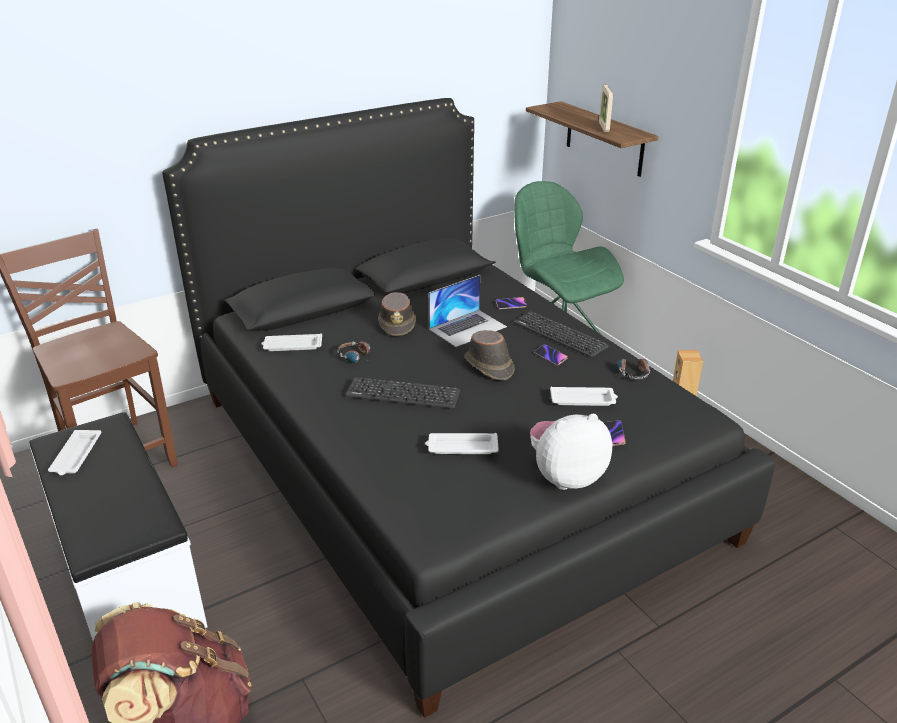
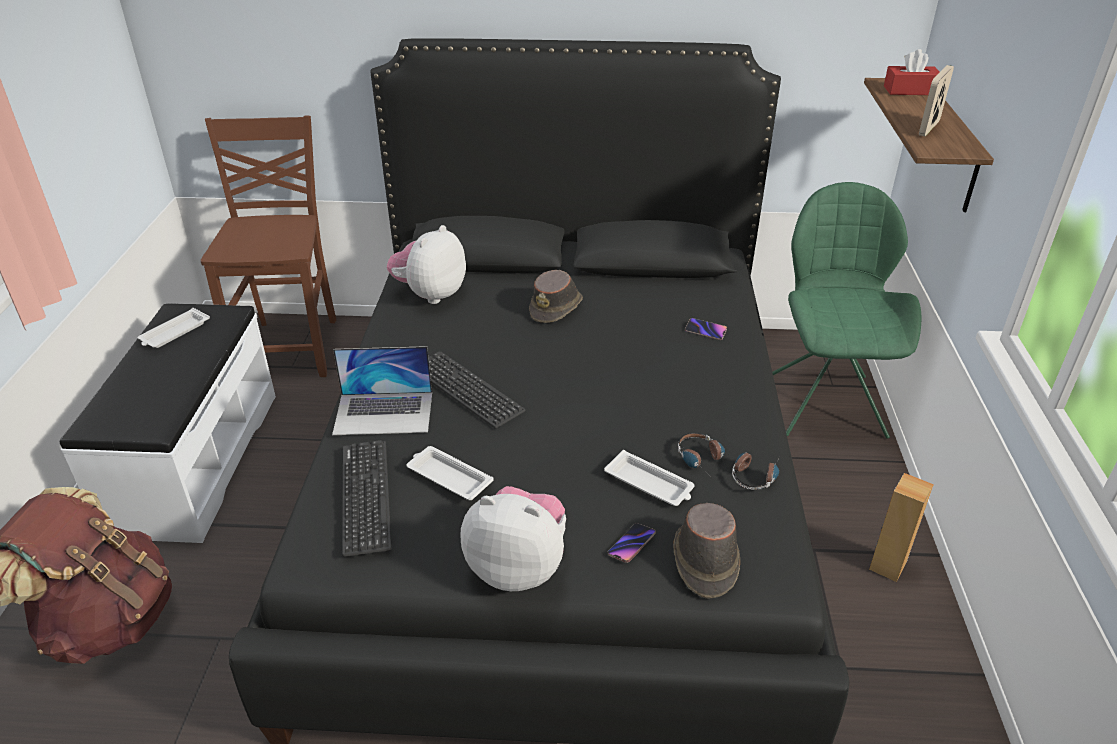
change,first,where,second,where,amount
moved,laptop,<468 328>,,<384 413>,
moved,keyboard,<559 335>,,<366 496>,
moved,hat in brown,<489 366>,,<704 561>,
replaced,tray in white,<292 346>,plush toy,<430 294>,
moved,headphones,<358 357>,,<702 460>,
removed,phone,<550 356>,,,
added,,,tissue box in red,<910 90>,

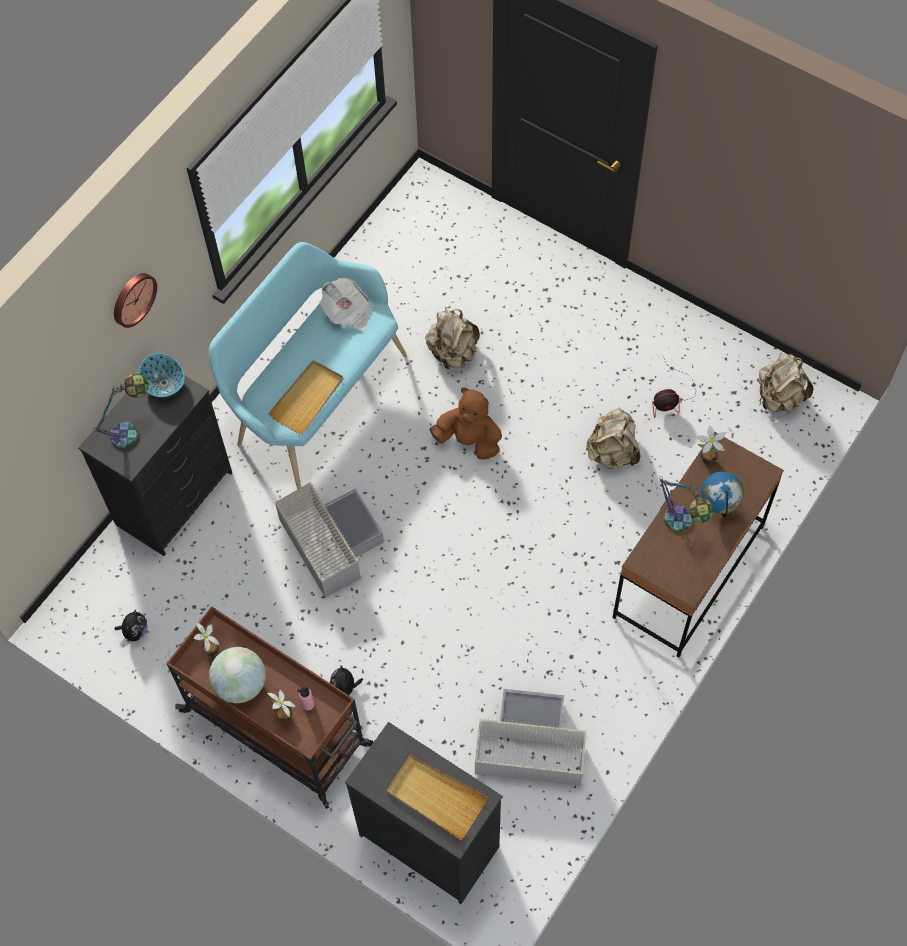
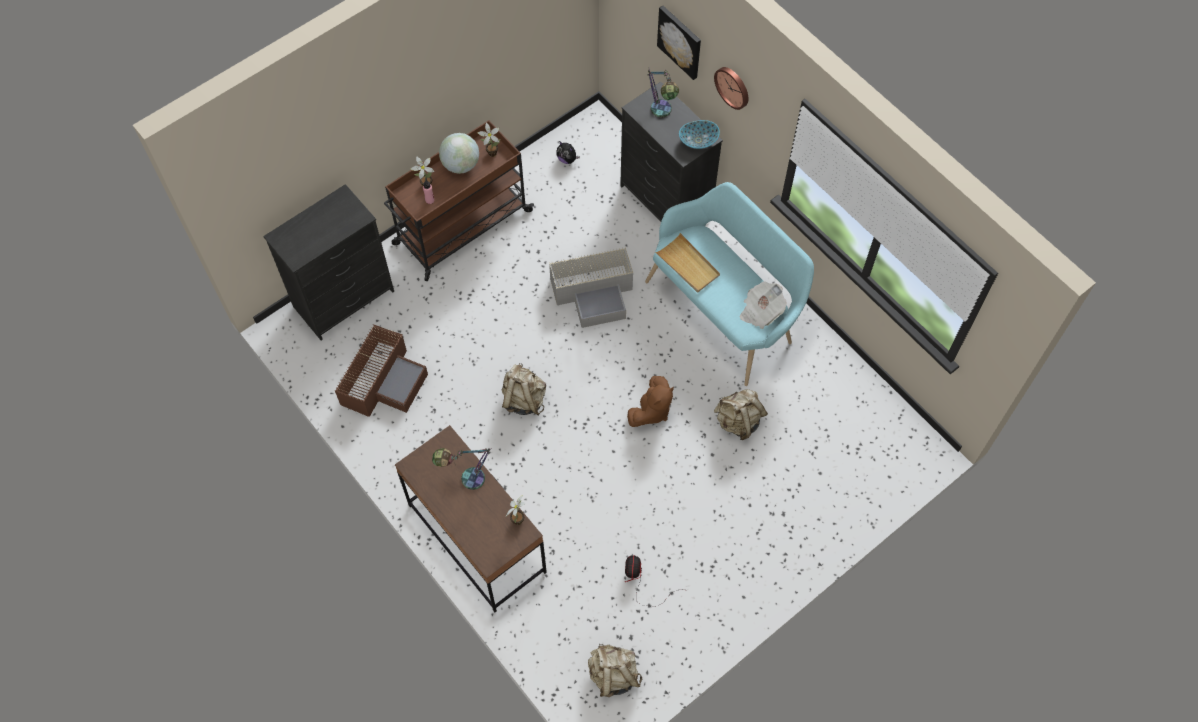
change,first,where,second,where,amount
moved,backpack in beige,<612 452>,,<523 399>,
removed,globe,<718 506>,,,
removed,plush toy,<345 688>,,,
recoloured,storage box in grey,<528 746>,storage box in brown,<383 380>,
removed,tray in beige,<436 797>,,,
added,,,picture,<680 41>,

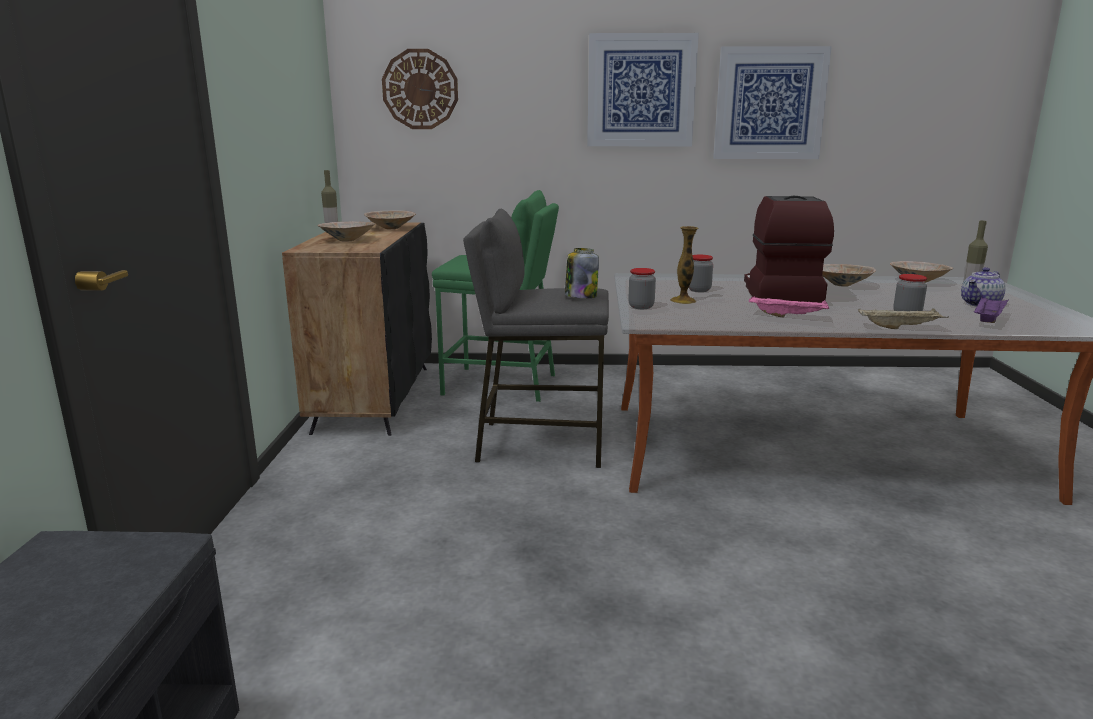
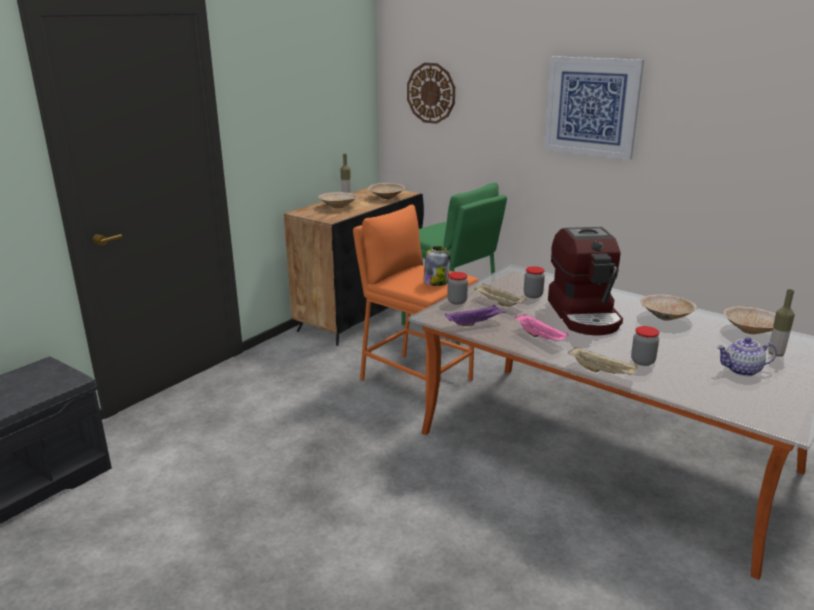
change,first,where,second,where,amount
removed,picture,<770 104>,,,
turned,coffee machine,<779 294>,,<585 315>,135 degrees clockwise
recoloured,stool in grey,<540 443>,stool in orange,<415 379>,
replaced,vase,<683 301>,tray in beige,<498 303>,
moved,tray in purple,<987 320>,,<474 323>,

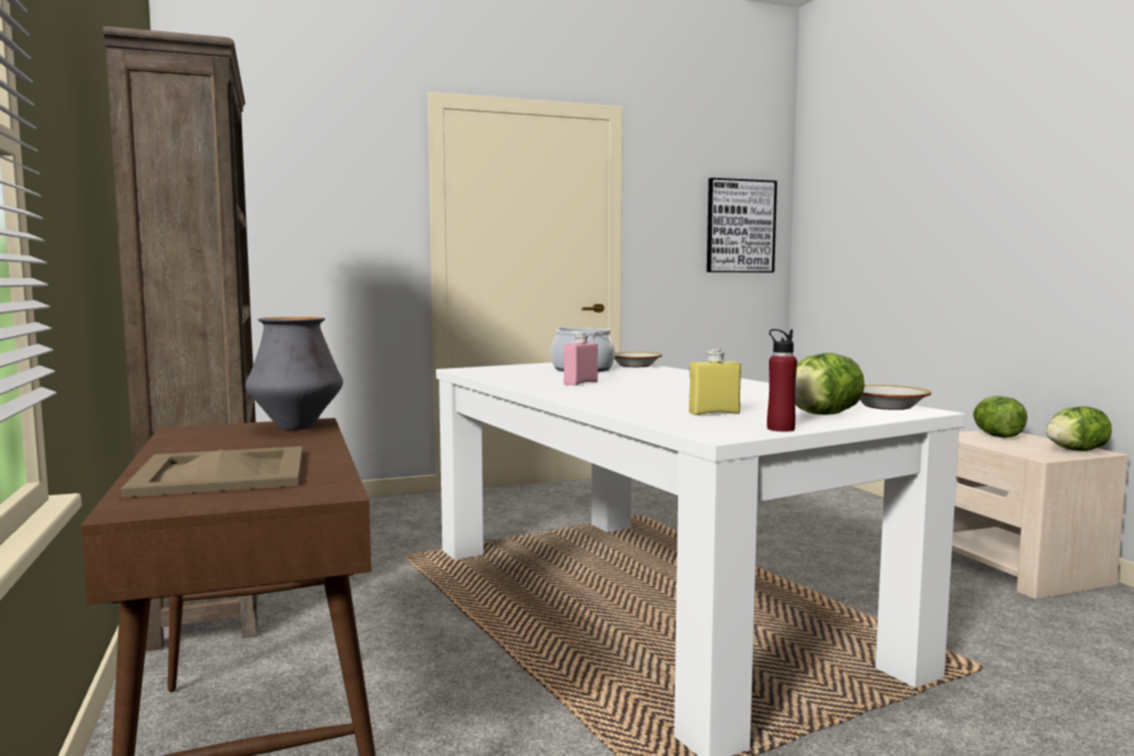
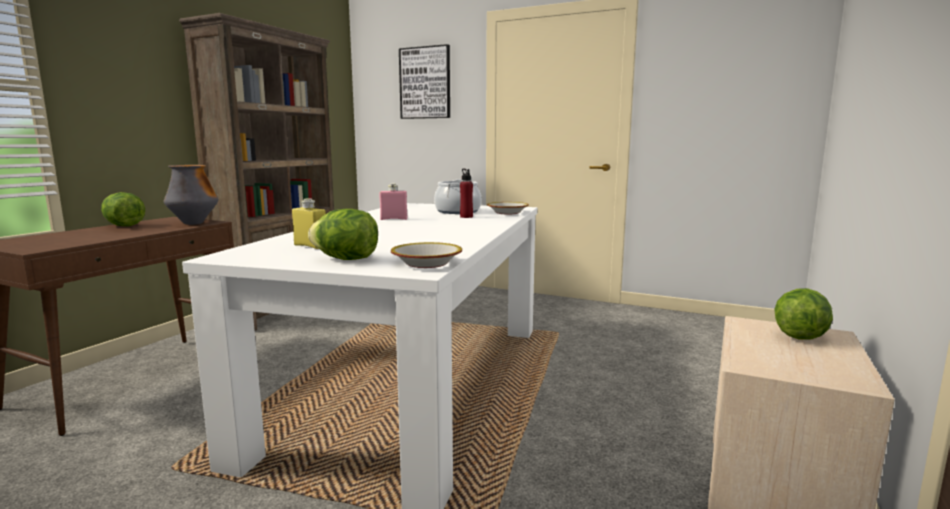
change,first,where,second,where,amount
moved,picture,<740 226>,,<425 83>,
moved,bottle in red,<780 429>,,<466 217>,
moved,lettuce,<1076 450>,,<124 226>,
removed,tray in beige,<223 473>,,,

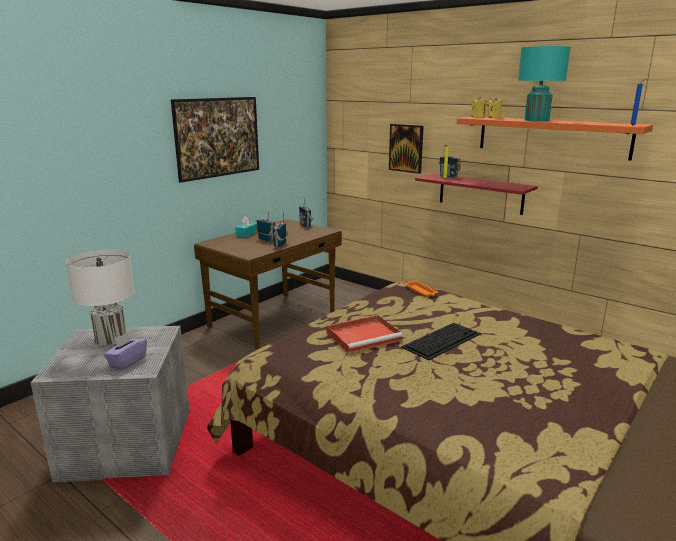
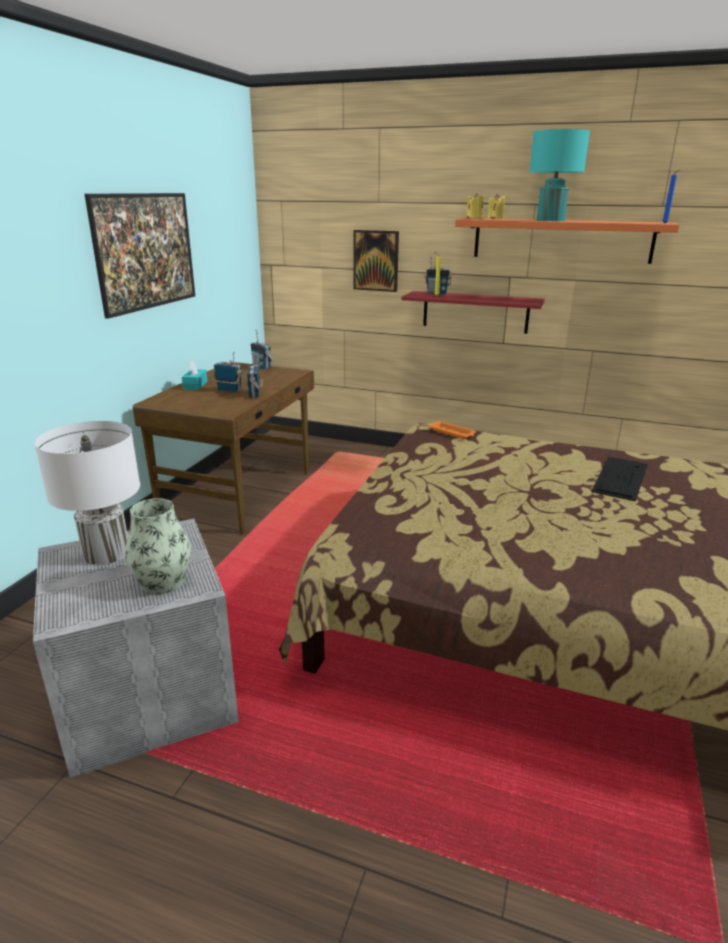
change,first,where,second,where,amount
removed,tray in red,<364 336>,,,
moved,keyboard,<442 340>,,<620 477>,
replaced,tissue box in purple,<127 362>,vase,<163 581>,

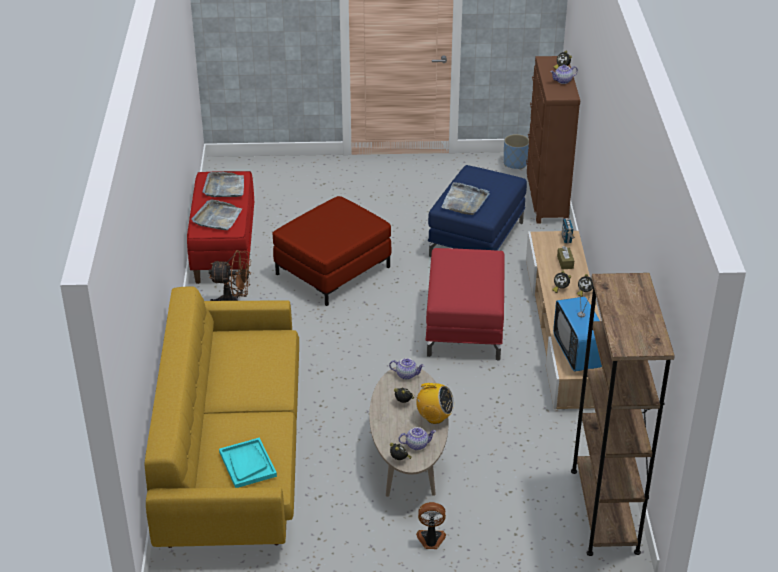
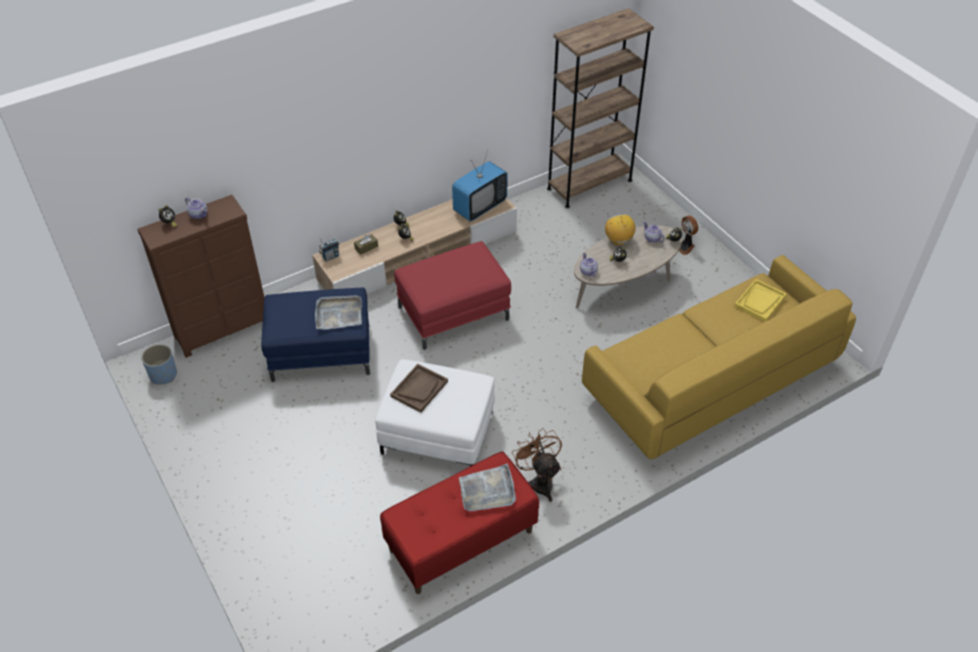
change,first,where,second,where,amount
removed,tray in grey,<224 187>,,,
recoloured,ottoman in red,<333 270>,ottoman in white,<436 433>,
recoloured,tray in turquoise,<247 464>,tray in yellow,<760 301>,
added,,,tray in brown,<419 389>,

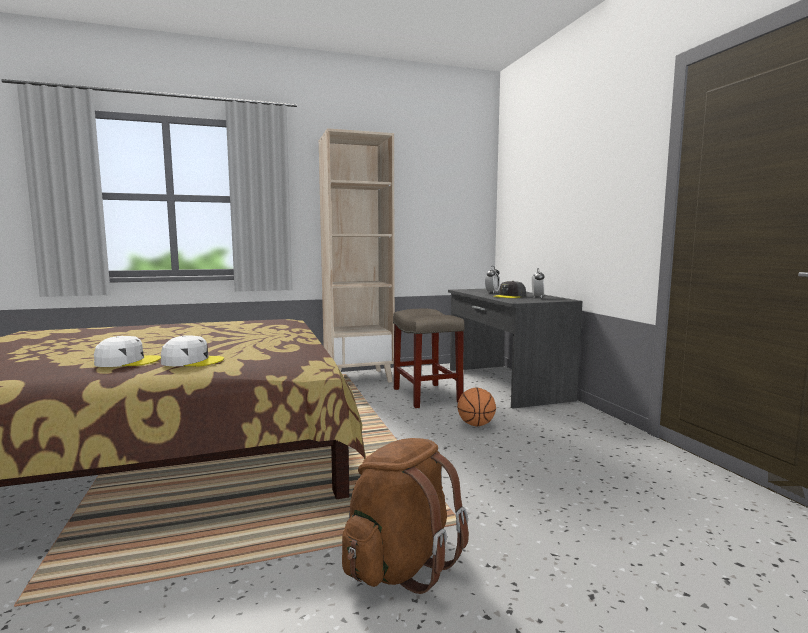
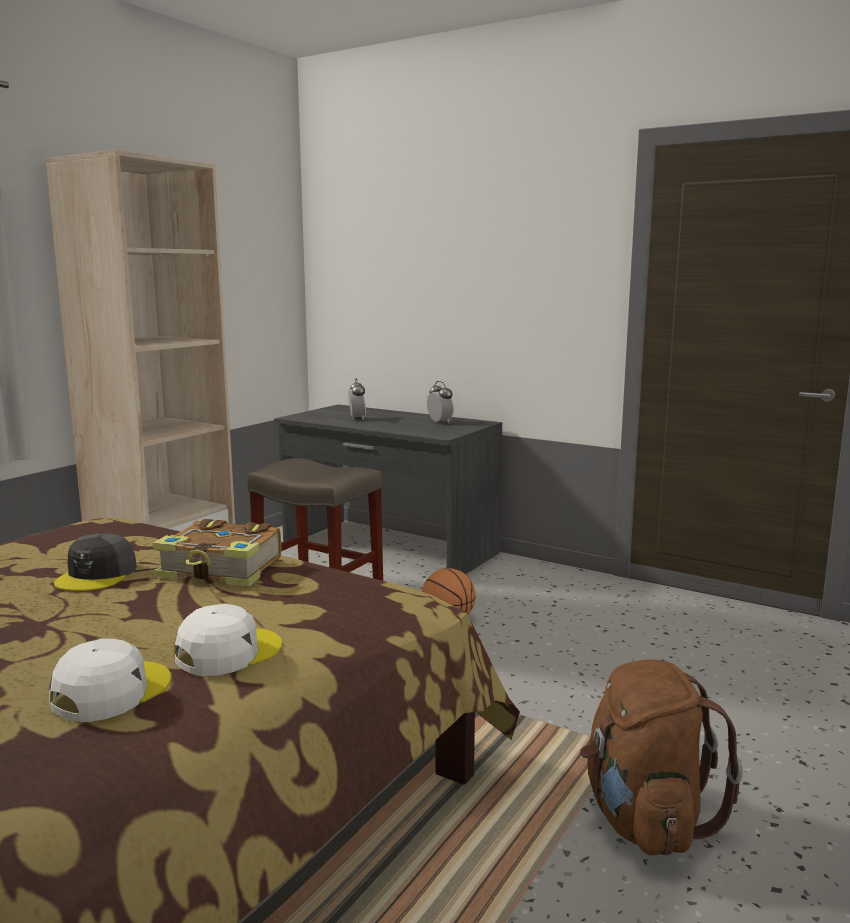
change,first,where,second,where,amount
moved,cap in grey,<510 296>,,<97 575>,
added,,,book,<222 569>,

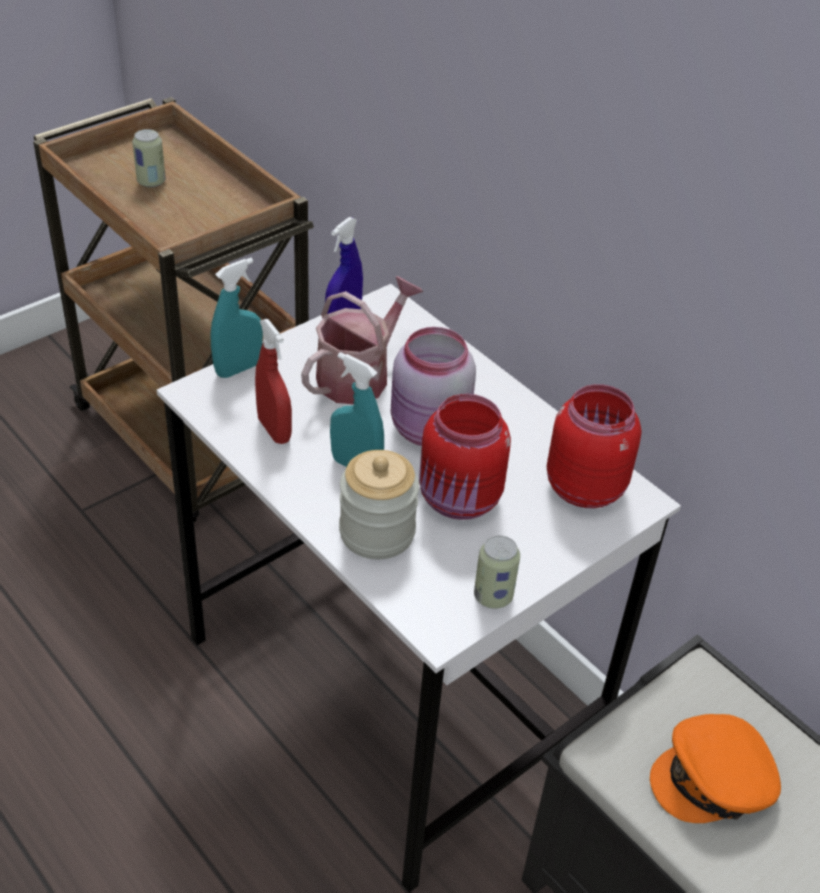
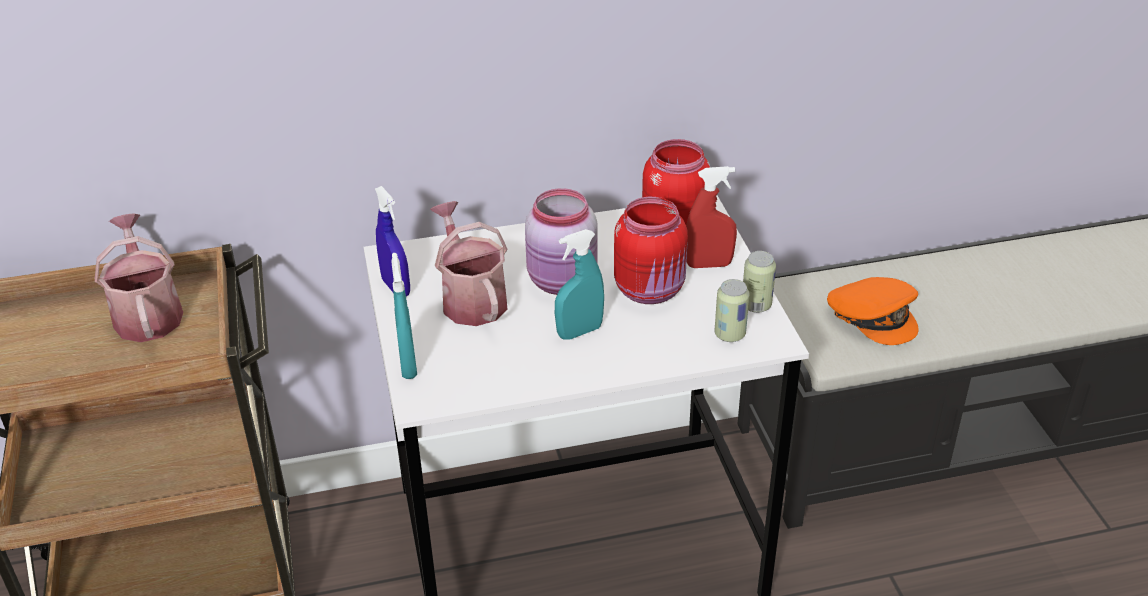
change,first,where,second,where,amount
moved,can,<151 182>,,<729 334>,
moved,spray bottle in red,<274 430>,,<708 264>,
removed,jar,<377 532>,,,
turned,cap in orange,<715 780>,,<873 316>,45 degrees counterclockwise
added,,,watering can,<147 313>,

